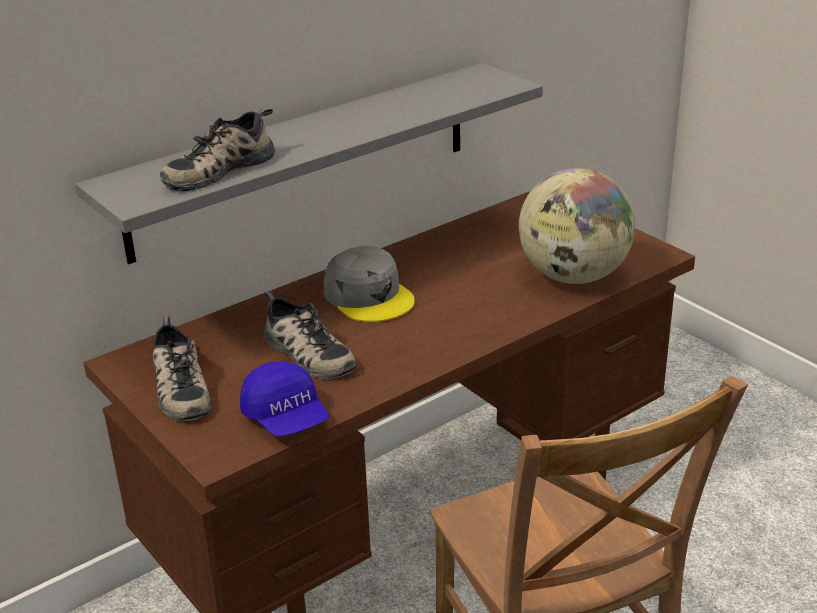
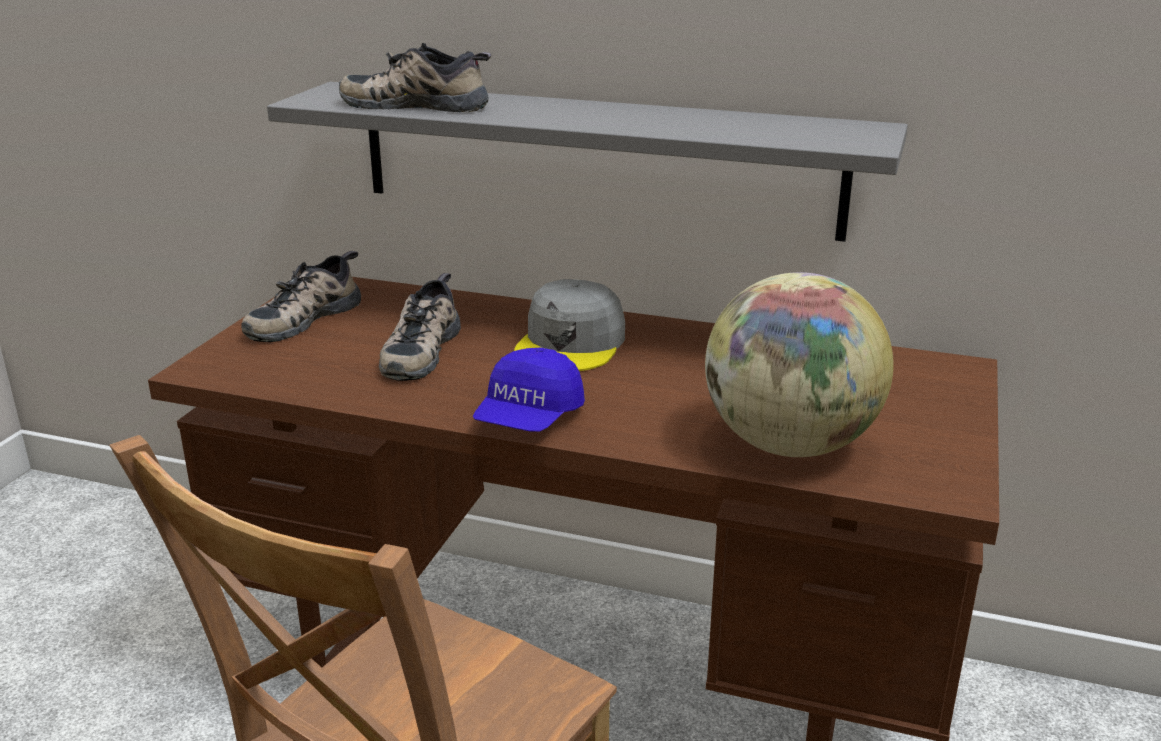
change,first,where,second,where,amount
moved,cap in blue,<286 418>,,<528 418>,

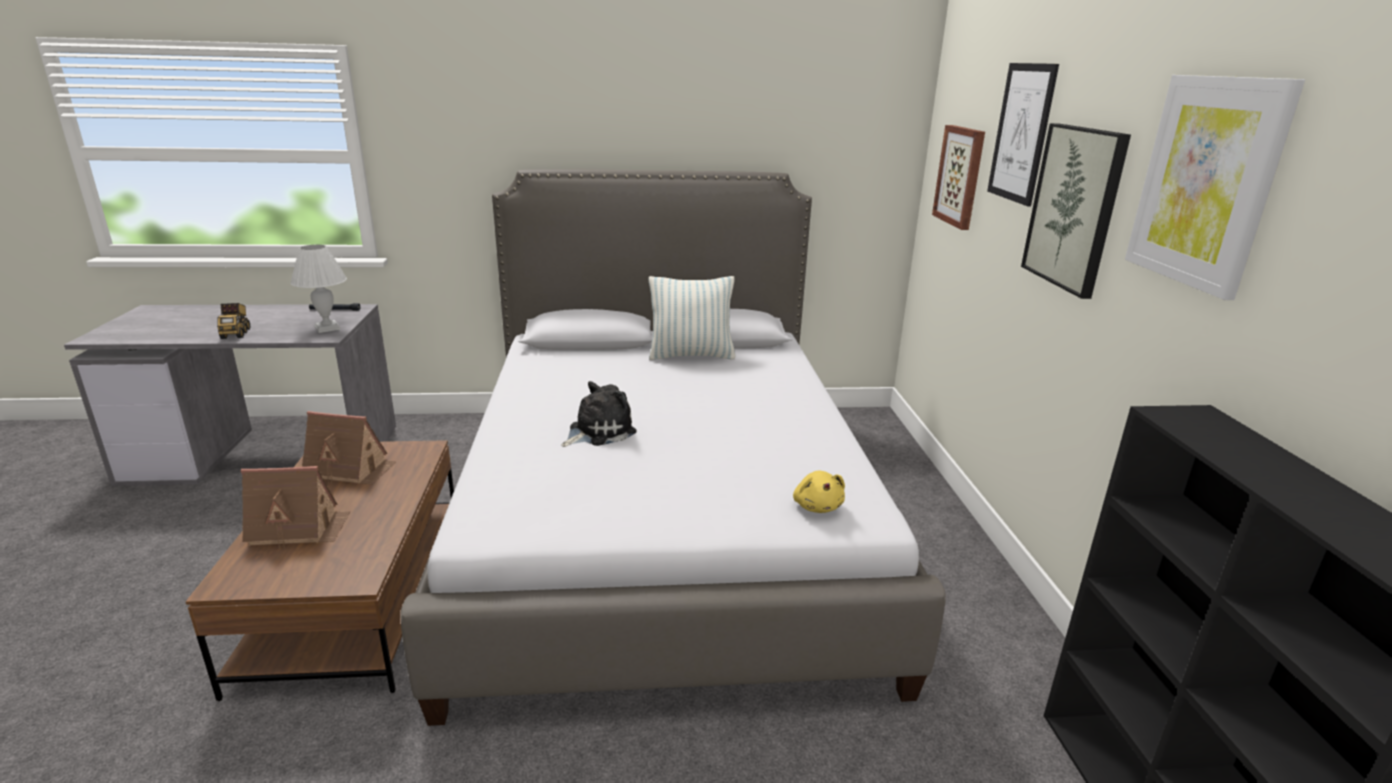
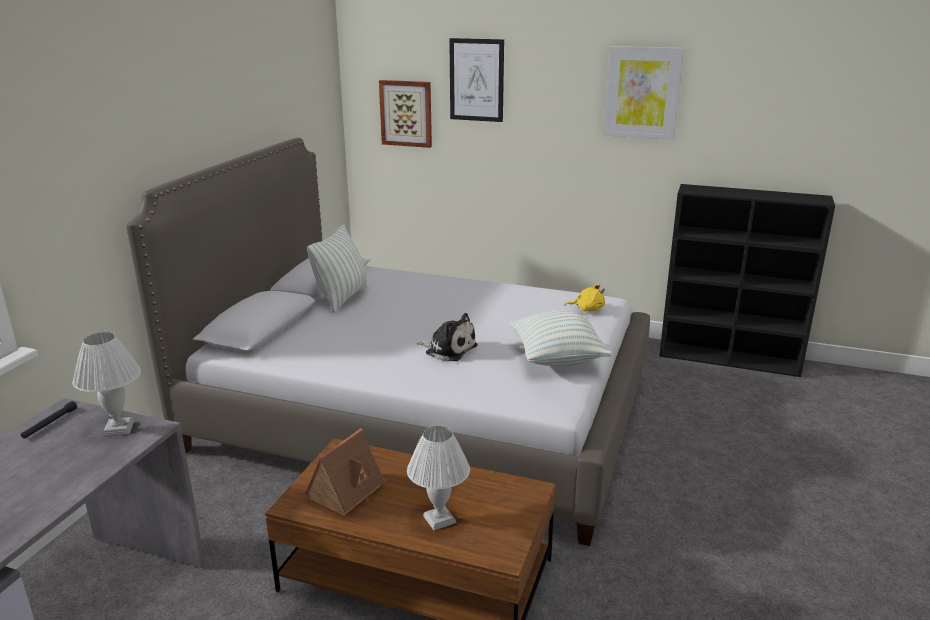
change,first,where,second,where,amount
removed,picture,<1074 208>,,,
removed,toy truck,<236 333>,,,
turned,plush toy,<598 431>,,<448 349>,135 degrees clockwise
replaced,toy house,<299 528>,table lamp in white,<438 519>,
added,,,pillow,<557 359>,

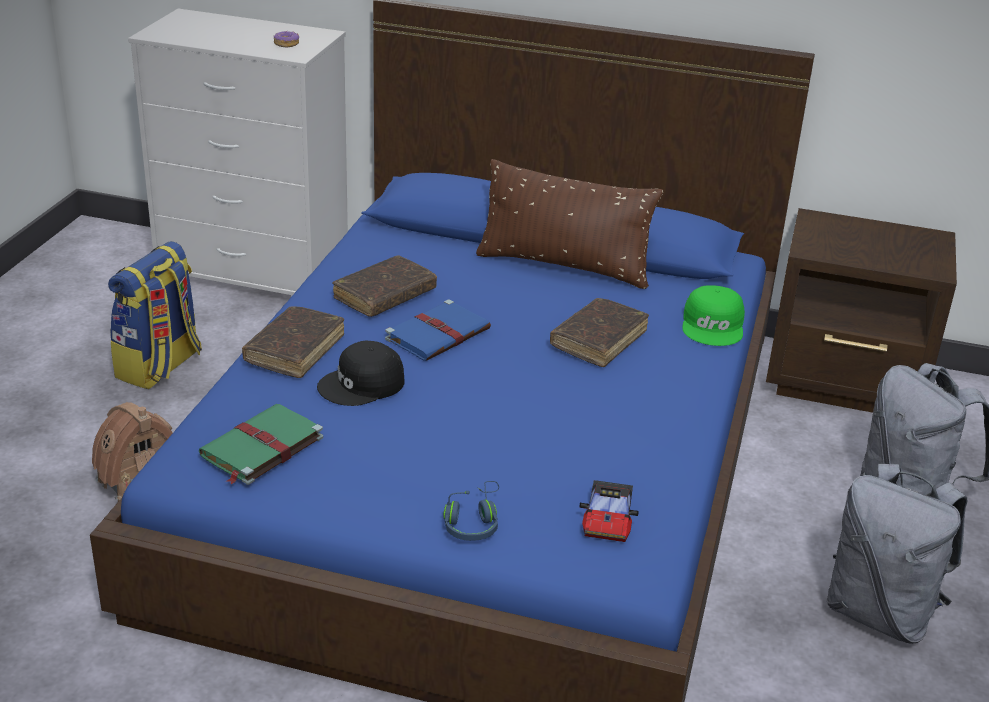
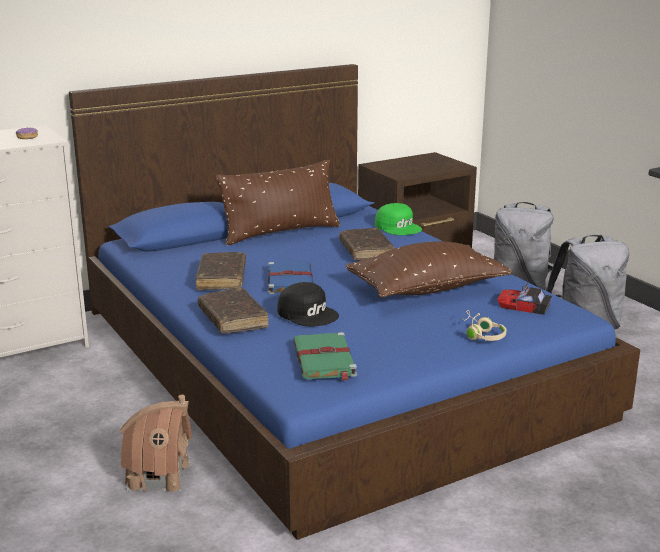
change,first,where,second,where,amount
removed,backpack,<160 366>,,,
turned,cap in black,<362 385>,,<308 313>,60 degrees counterclockwise
turned,toy car,<608 519>,,<524 306>,150 degrees clockwise
recoloured,headphones in blue,<473 522>,headphones in beige,<481 334>,
added,,,pillow in brown,<427 289>,

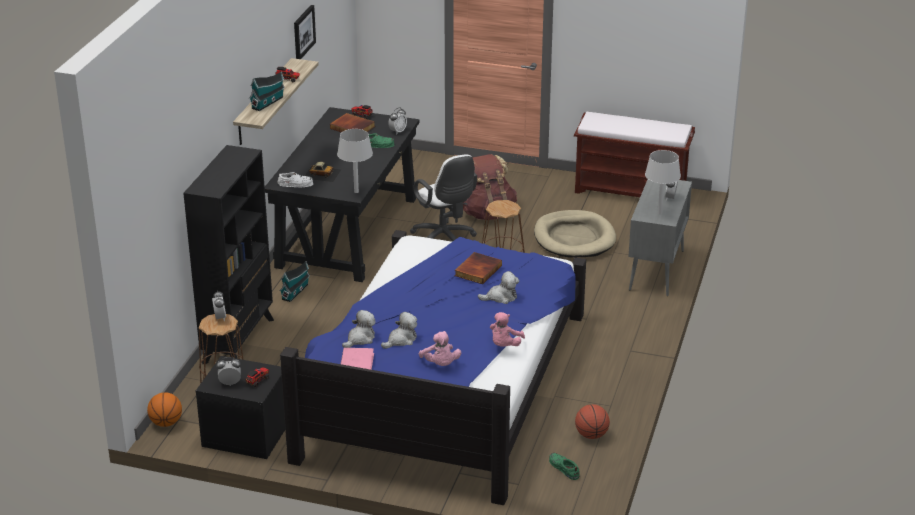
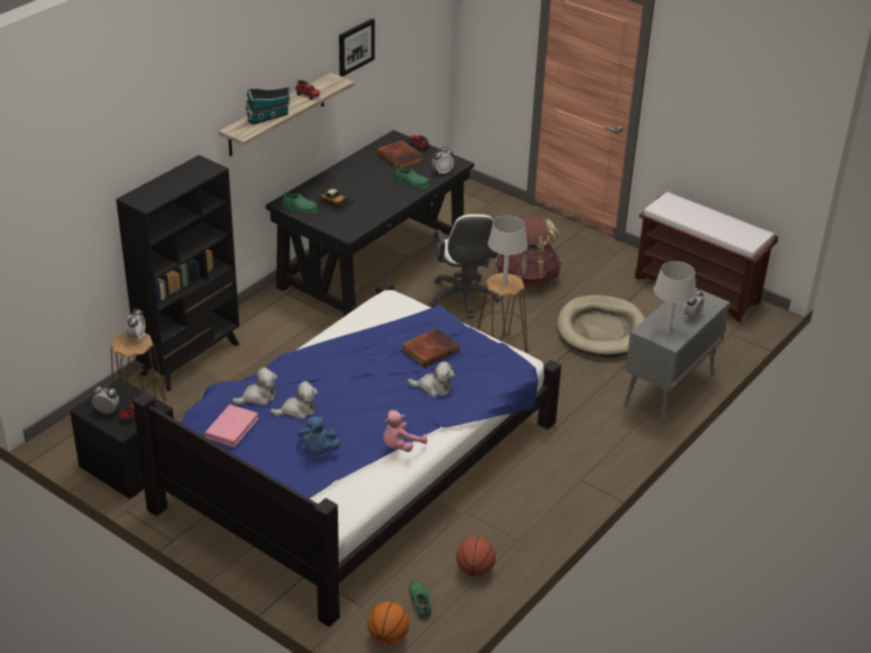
change,first,where,second,where,amount
moved,table lamp in grey,<356 192>,,<504 284>,
recoloured,shoe in white,<295 183>,shoe in green,<300 207>,
removed,toy house,<296 291>,,,
recoloured,plush toy in pink,<440 364>,plush toy in blue,<318 450>,
moved,basketball,<166 423>,,<388 637>,

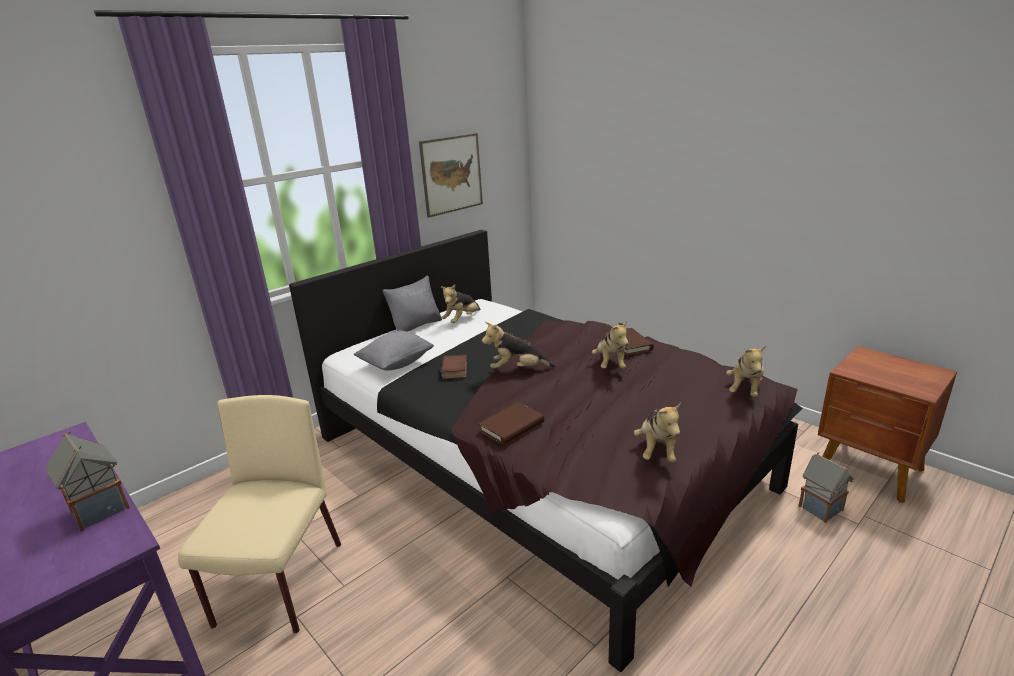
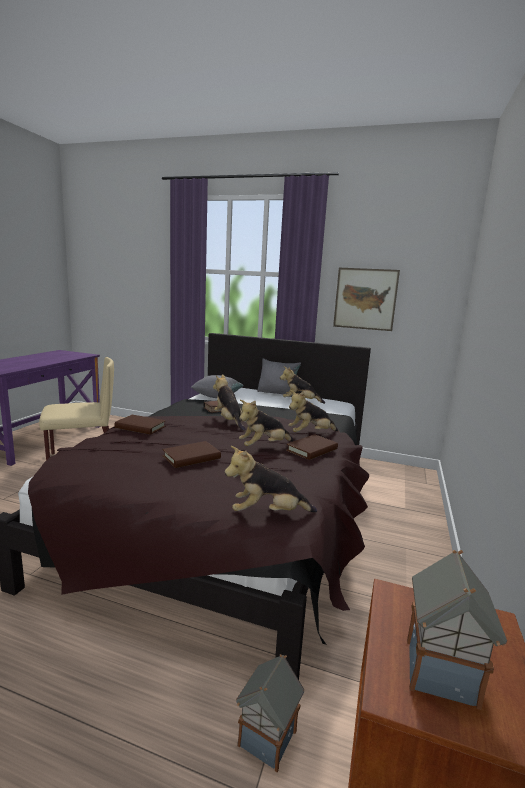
change,first,where,second,where,amount
moved,plush toy,<657 450>,,<310 434>,
moved,toy house,<101 510>,,<441 674>,
added,,,book in brown,<191 457>,

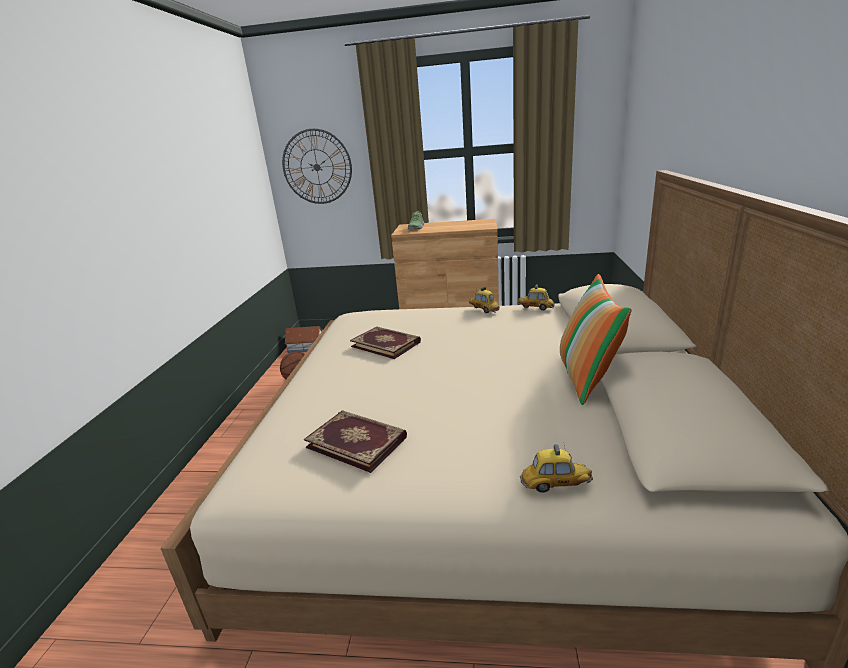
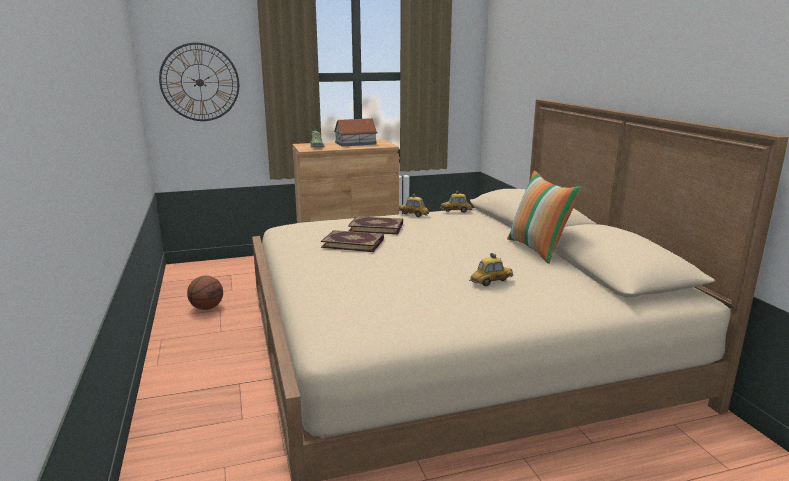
change,first,where,second,where,amount
moved,toy house,<306 347>,,<355 143>,
moved,book,<357 441>,,<376 227>,
moved,toy car,<555 484>,,<491 282>,

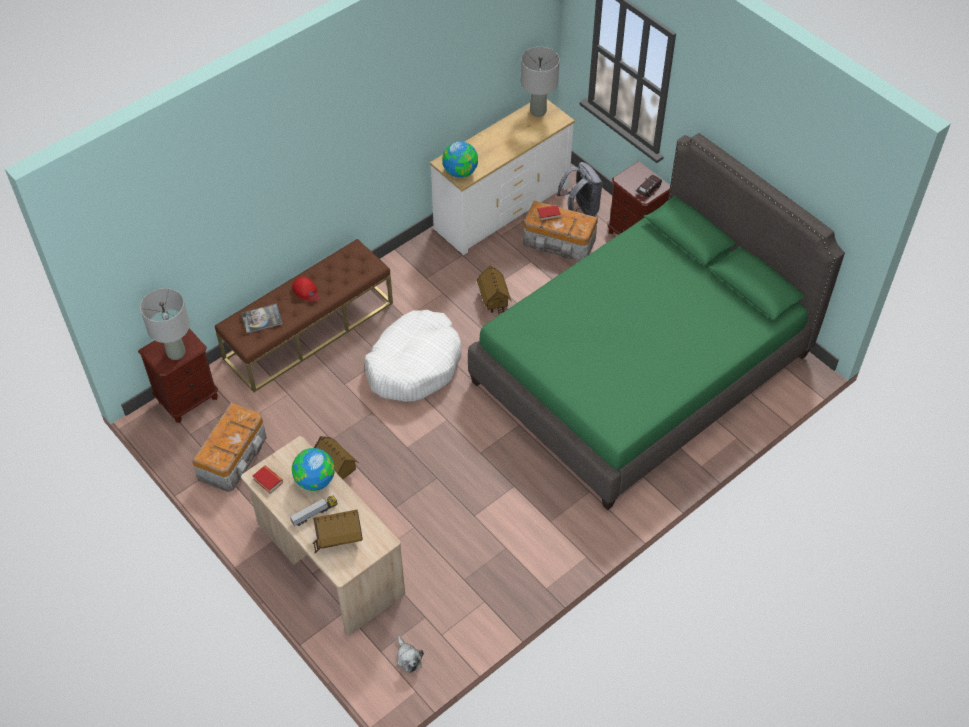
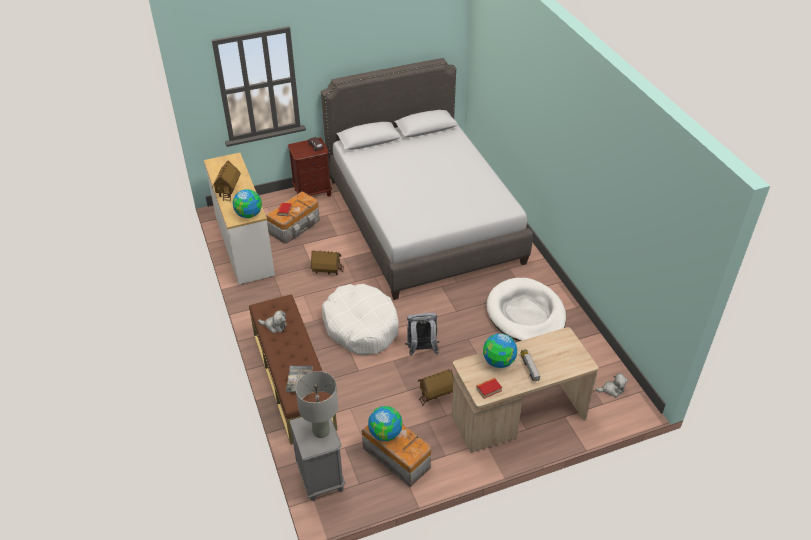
change,first,where,second,where,amount
removed,table lamp in grey,<538 111>,,,
recoloured,bed in green,<640 368>,bed in grey,<422 220>,
moved,backpack in grey,<580 209>,,<421 350>,
removed,cap in red,<306 291>,,,
recoloured,nightstand in brown,<188 399>,nightstand in grey,<321 478>,
moved,toy house,<339 538>,,<228 190>,
added,,,dog bed in white,<526 314>,
added,,,plush toy,<274 326>,
added,,,globe,<385 433>,

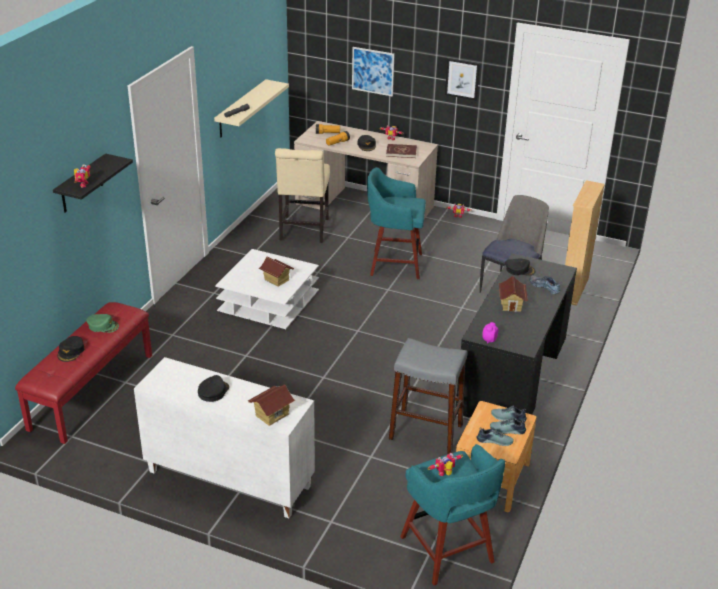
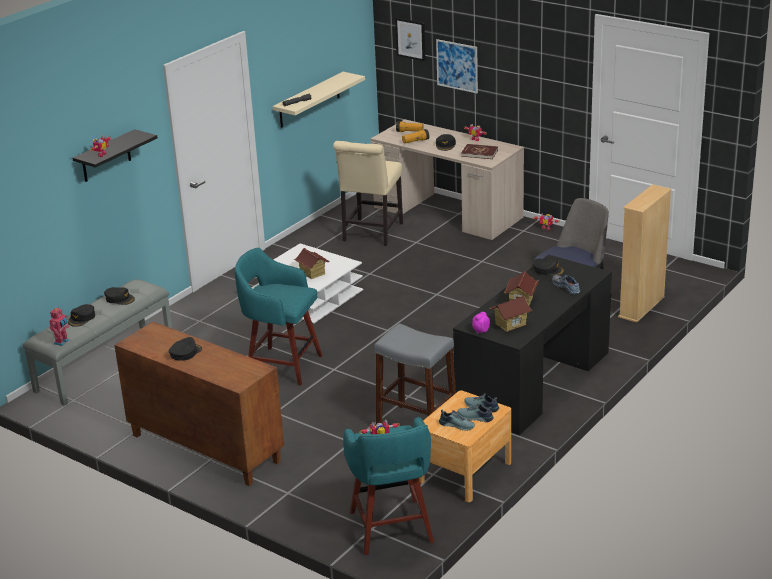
change,first,where,second,where,amount
moved,picture,<462 79>,,<410 39>,
moved,stool in turquoise,<394 264>,,<282 365>,
recoloured,bench in red,<91 391>,bench in grey,<104 363>,
recoloured,cap in green,<103 326>,cap in black,<119 299>,
recoloured,cabinet in white,<228 479>,cabinet in brown,<204 448>,
moved,toy house,<272 415>,,<510 324>,
added,,,toy robot,<62 342>,

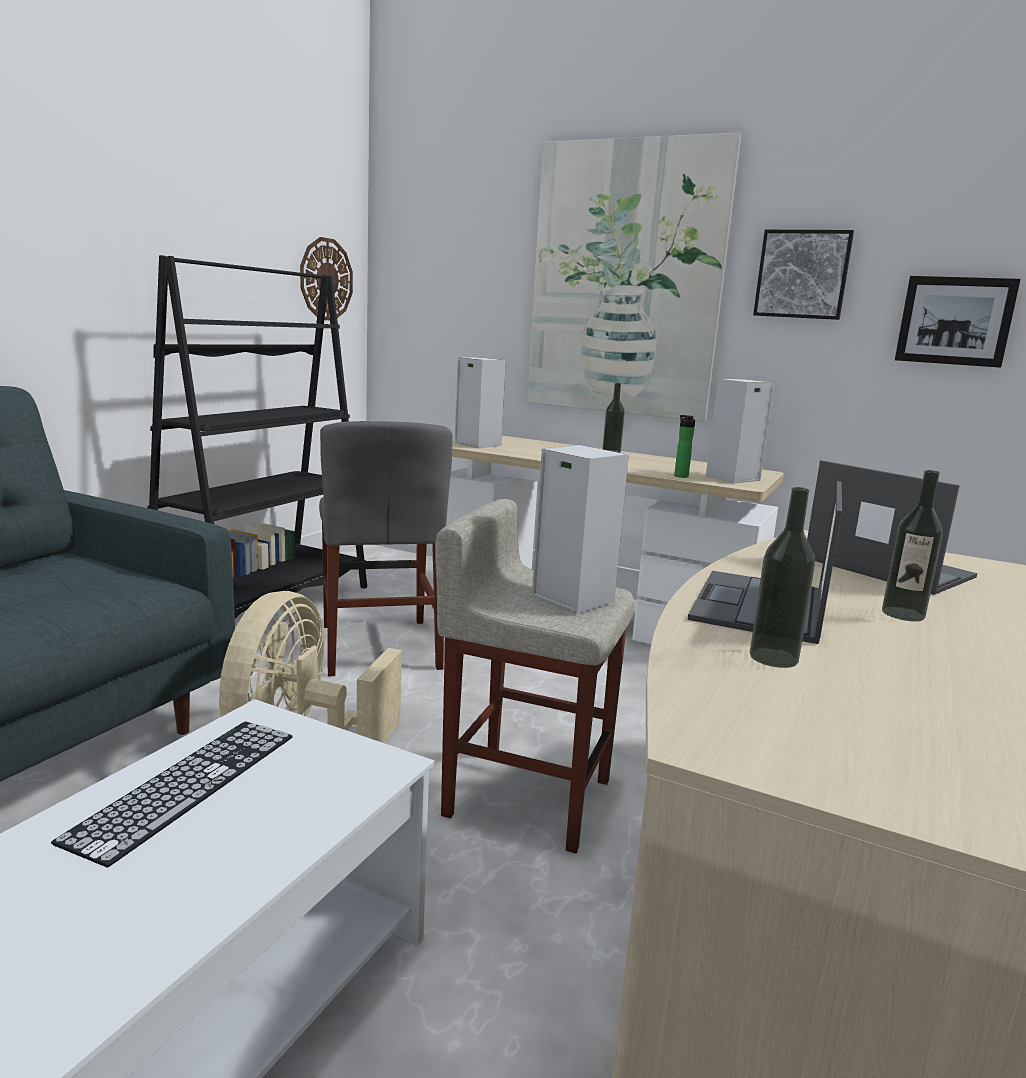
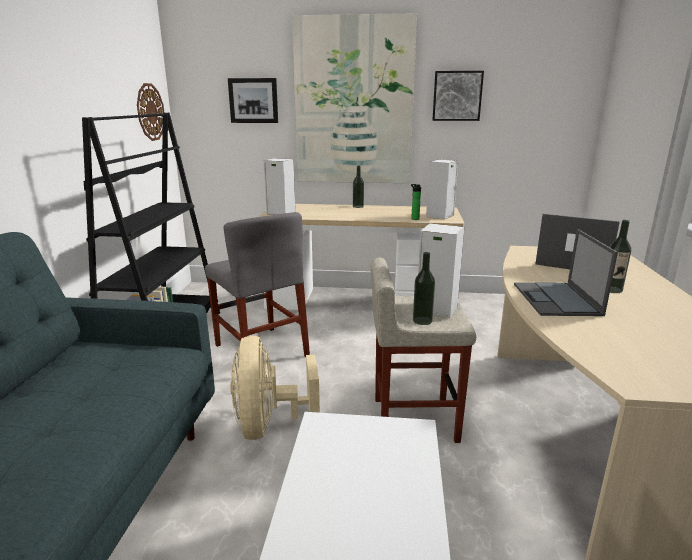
change,first,where,second,where,amount
moved,picture,<954 321>,,<253 100>,
moved,bottle,<773 658>,,<422 321>,
removed,keyboard,<186 785>,,,

